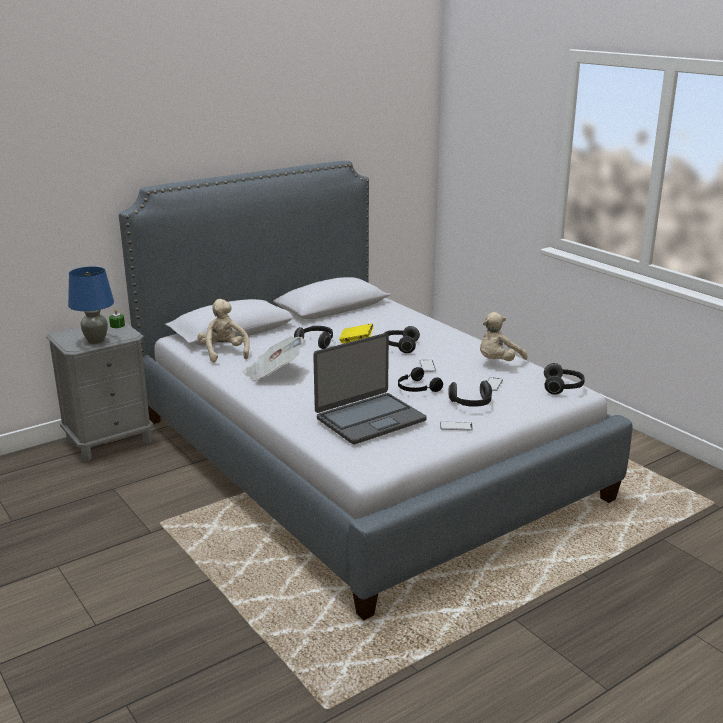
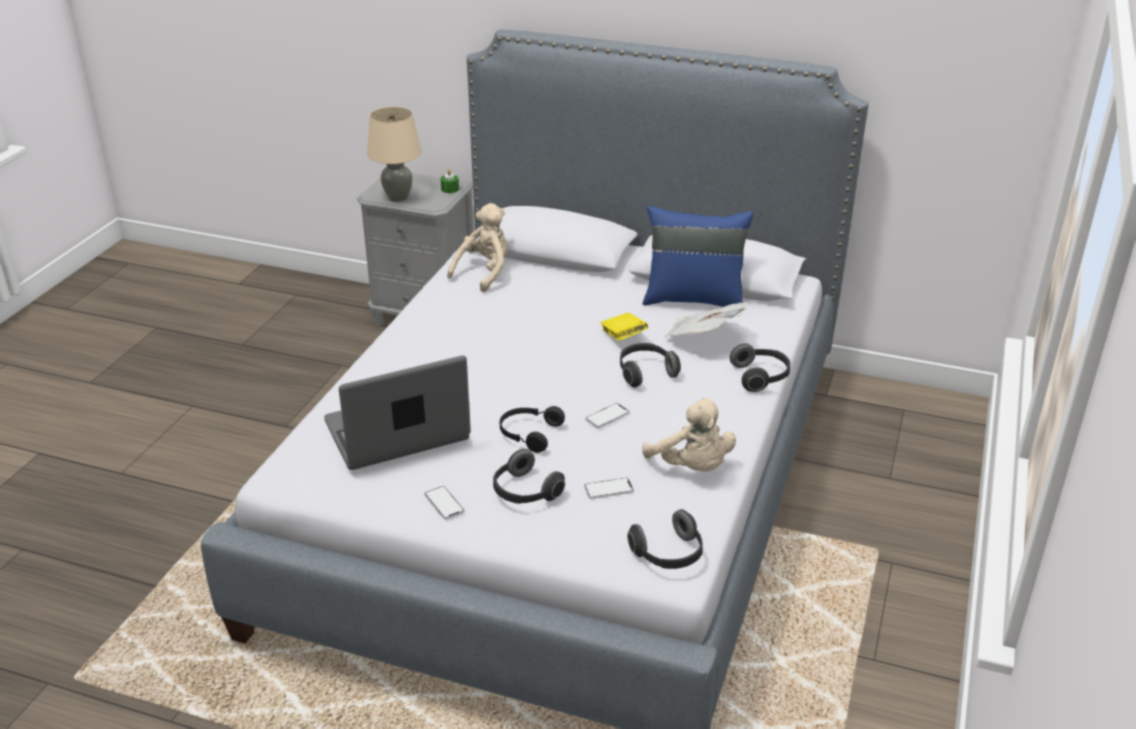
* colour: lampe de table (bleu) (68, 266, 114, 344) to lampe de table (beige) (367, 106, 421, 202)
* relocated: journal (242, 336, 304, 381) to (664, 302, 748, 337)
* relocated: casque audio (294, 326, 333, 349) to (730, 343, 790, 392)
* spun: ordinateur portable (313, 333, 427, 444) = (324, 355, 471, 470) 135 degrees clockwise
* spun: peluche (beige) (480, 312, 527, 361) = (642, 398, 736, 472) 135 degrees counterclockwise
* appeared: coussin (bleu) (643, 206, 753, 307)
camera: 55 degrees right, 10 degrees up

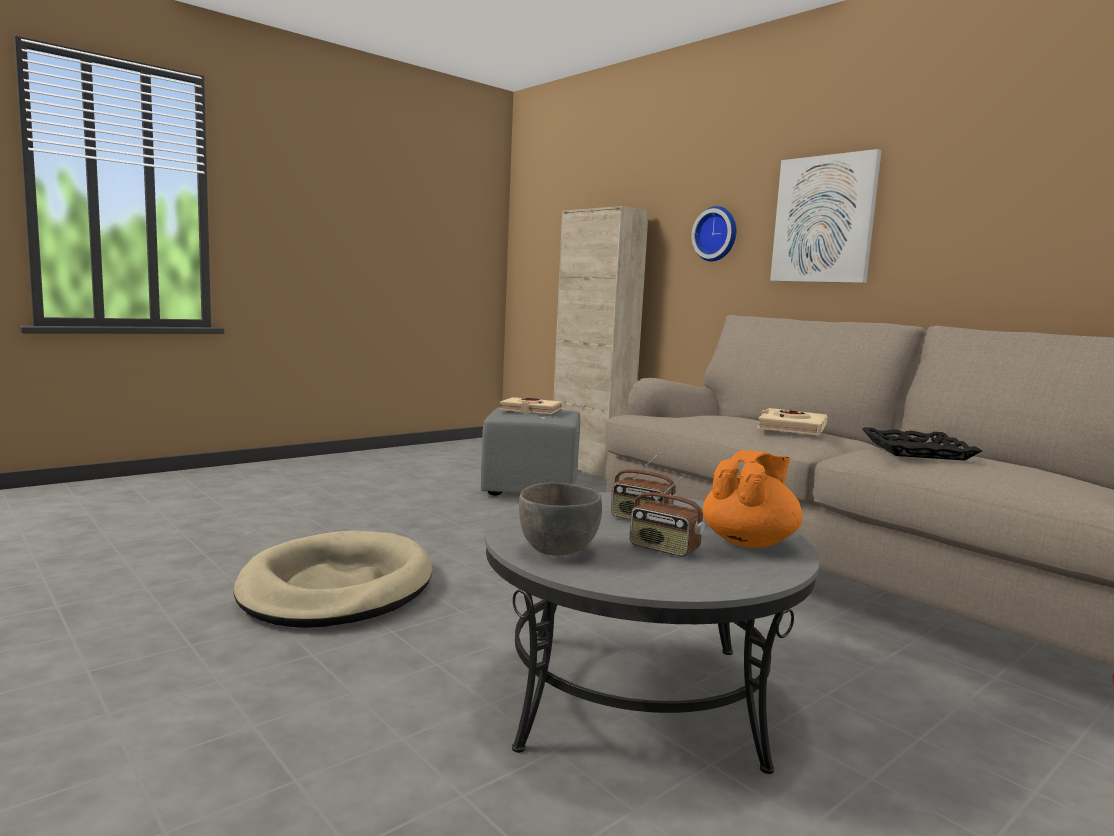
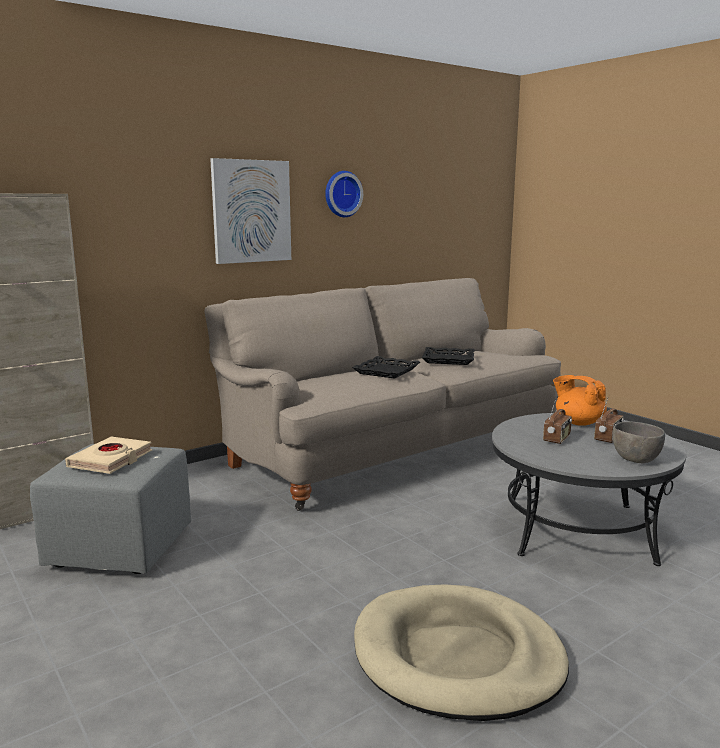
* relocated: horloge murale (691, 206, 736, 261) to (325, 171, 363, 217)
* exchanged: livre (beige) (757, 408, 828, 435) to plateau (noir) (352, 356, 420, 379)
camera: 85 degrees left, 5 degrees up

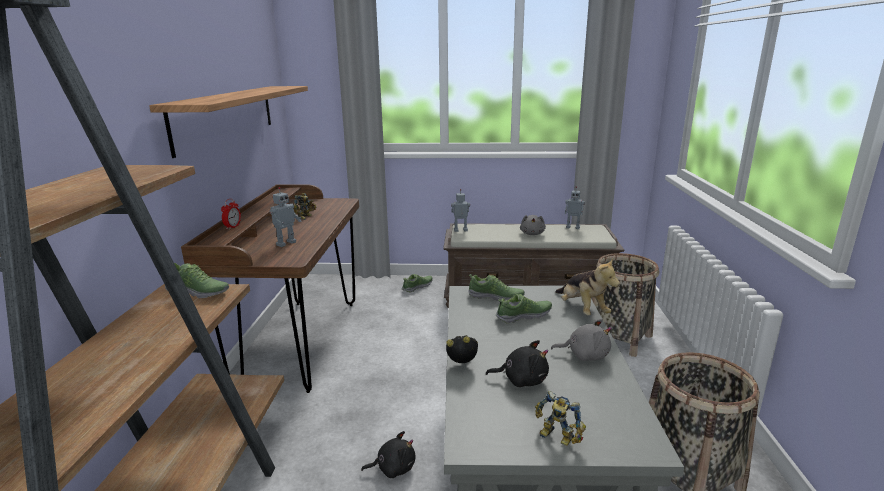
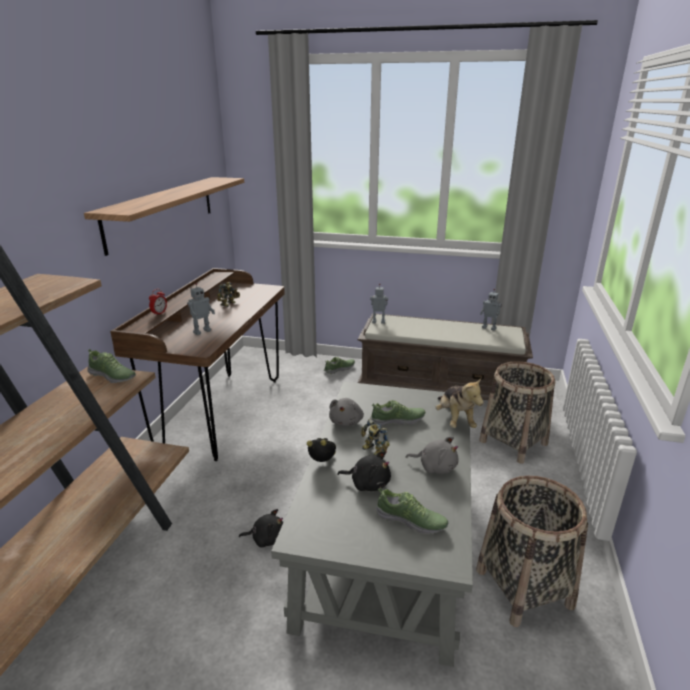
* relocated: chaussure (468, 274, 525, 301) to (376, 487, 448, 534)
* relocated: peluche (gris) (520, 215, 546, 235) to (329, 398, 364, 426)
* relocated: robot jouet (535, 391, 586, 446) to (361, 419, 390, 455)
camera: 10 degrees right, 5 degrees up

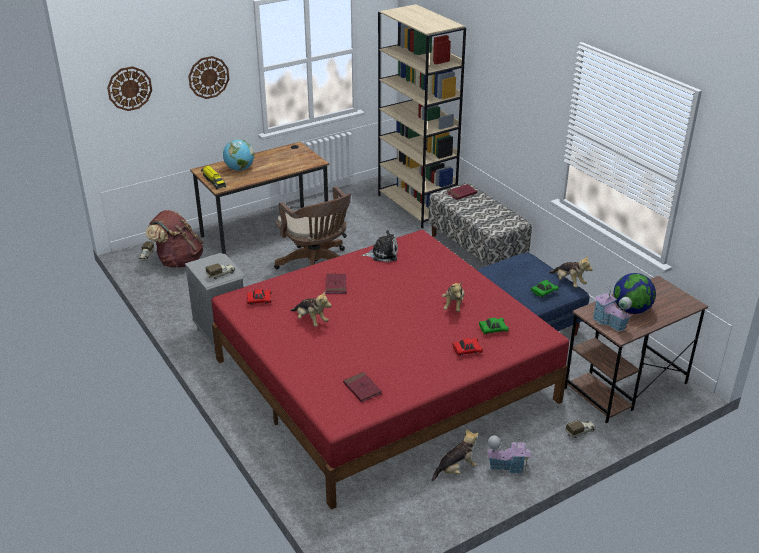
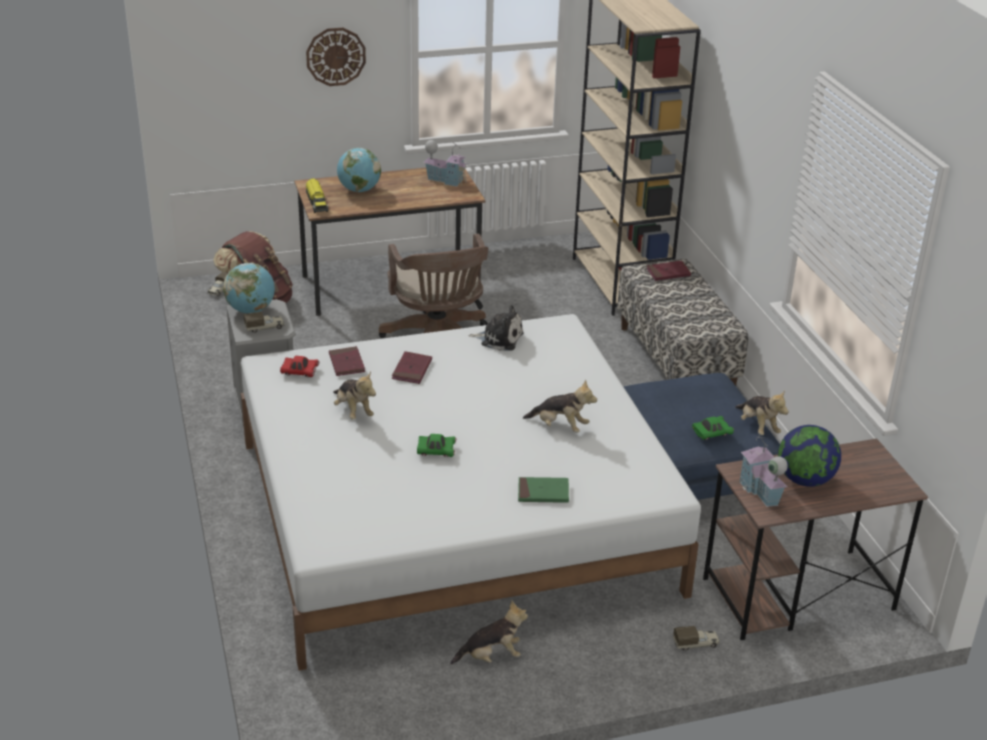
* missing: horloge murale (107, 66, 152, 111)
* colour: lit (rouge) (211, 230, 569, 510) to lit (blanc) (241, 314, 701, 671)
* relocated: livre (rouge) (343, 372, 382, 402) to (329, 346, 365, 376)
* spun: peluche (442, 281, 465, 312) = (523, 380, 597, 433) 90 degrees counterclockwise
* exchanged: petite voiture (rouge) (452, 338, 483, 356) to livre (vert) (518, 477, 569, 503)
* relocated: petite voiture (vert) (479, 318, 509, 334) to (417, 434, 456, 457)
* relocated: maison miniature (487, 435, 531, 474) to (423, 140, 468, 187)
* appeared: globe (223, 263, 275, 313)
camera: 15 degrees right, 0 degrees up

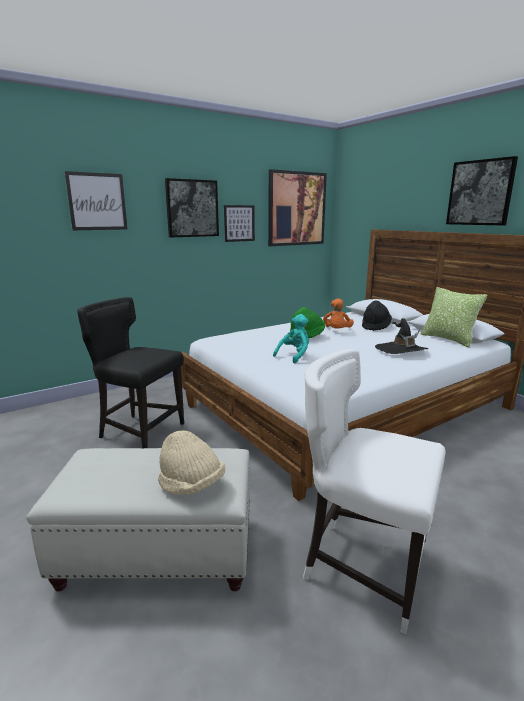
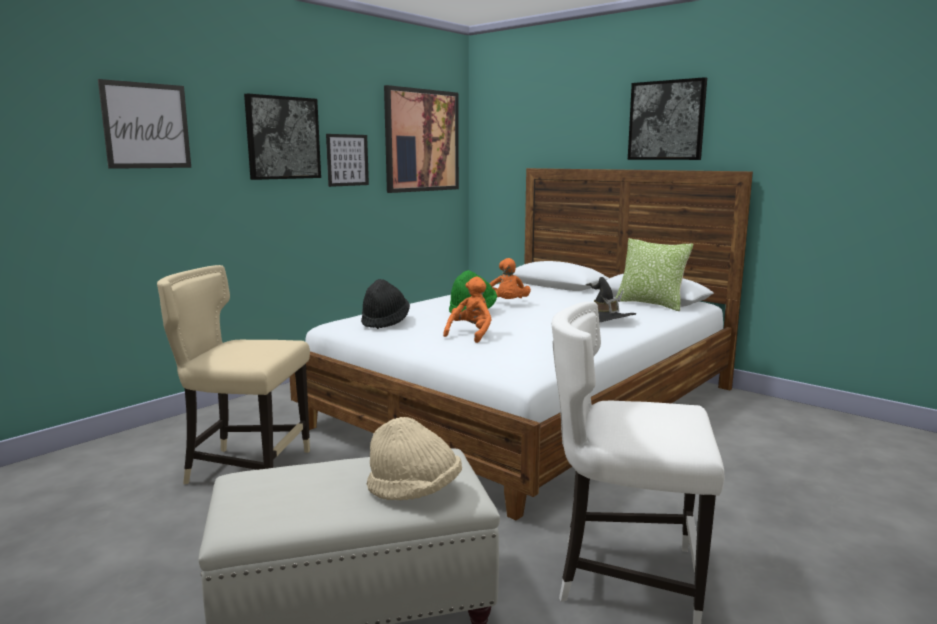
* colour: chaise (noir) (77, 297, 184, 448) to chaise (beige) (157, 265, 310, 484)
* colour: peluche (turquoise) (273, 314, 309, 364) to peluche (orange) (443, 277, 492, 343)
* relocated: chapeau (noir) (362, 300, 392, 331) to (361, 279, 410, 329)
camera: 15 degrees left, 5 degrees down

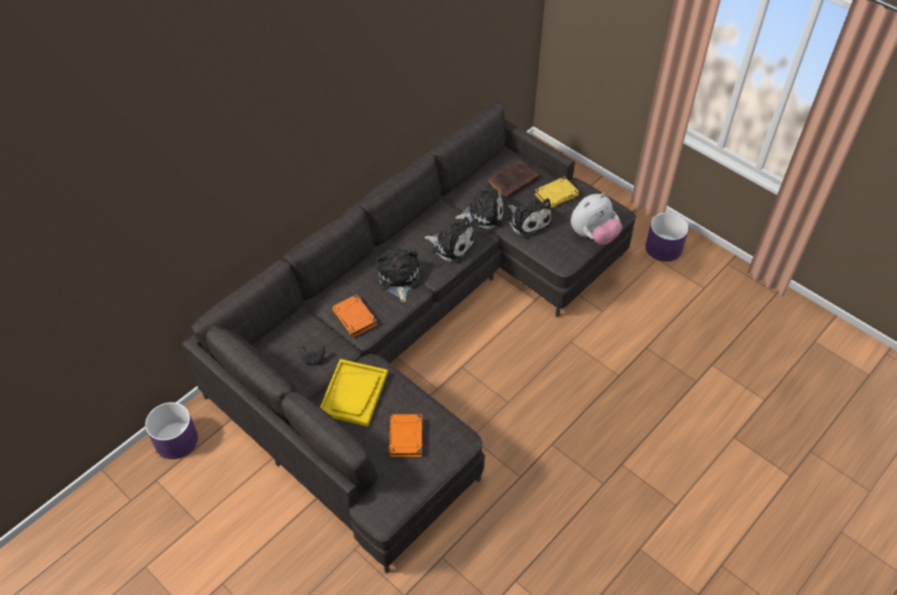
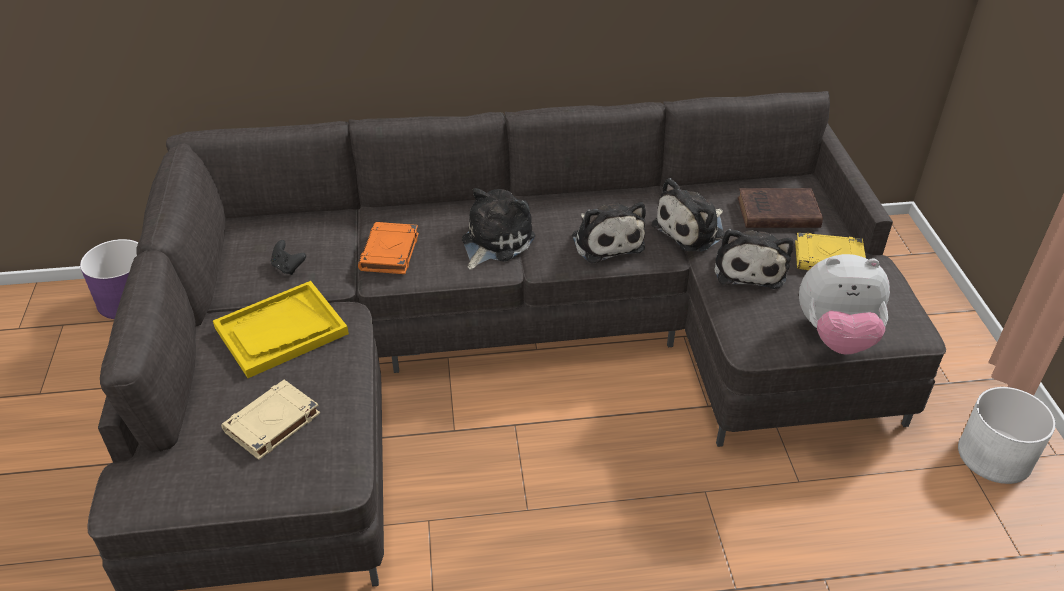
* colour: livre (orange) (389, 414, 423, 457) to livre (beige) (221, 380, 320, 460)
* spun: peluche (455, 183, 503, 229) = (651, 178, 725, 252) 105 degrees clockwise
* colour: cache-pot (violet) (645, 212, 689, 262) to cache-pot (blanc) (958, 387, 1056, 484)
camera: 40 degrees right, 10 degrees down

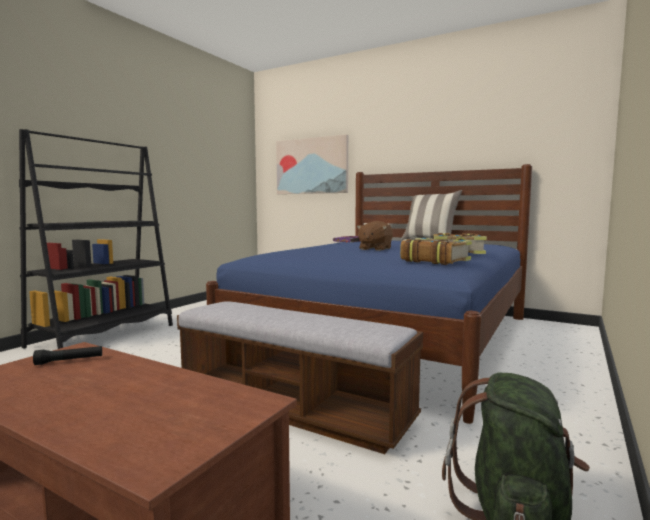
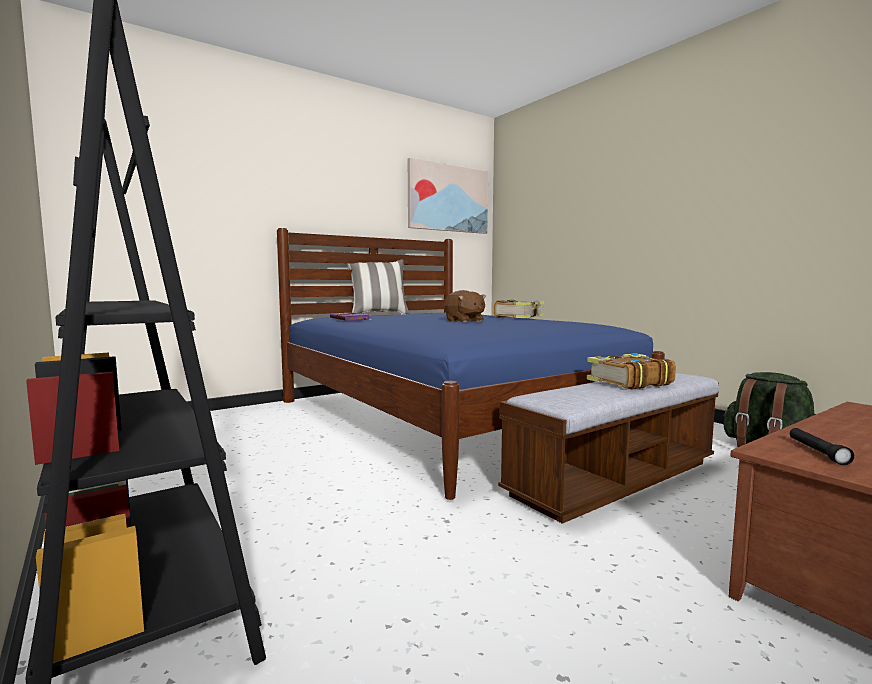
* relocated: tableau (276, 134, 348, 194) to (408, 158, 488, 234)
* relocated: livre (400, 238, 472, 265) to (587, 353, 676, 390)
camera: 65 degrees left, 0 degrees up

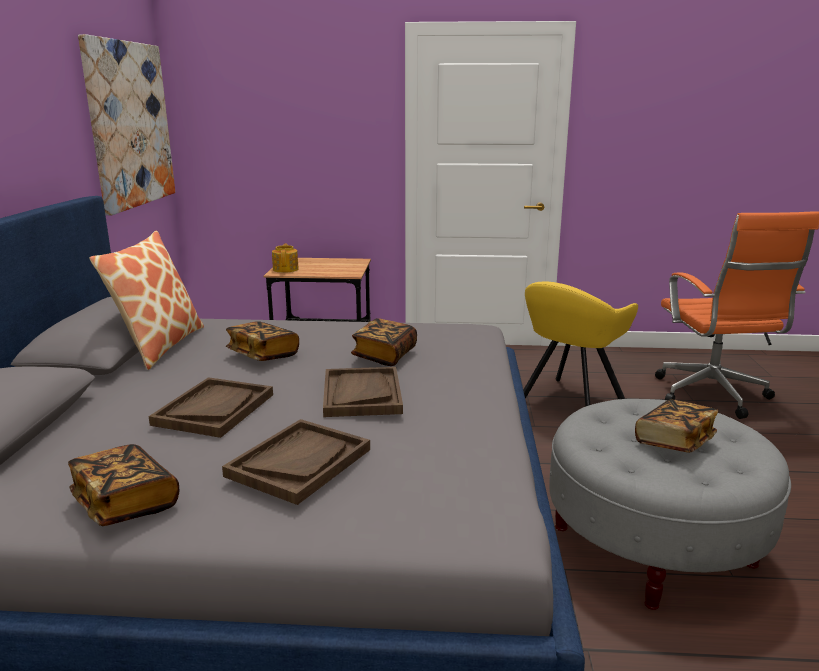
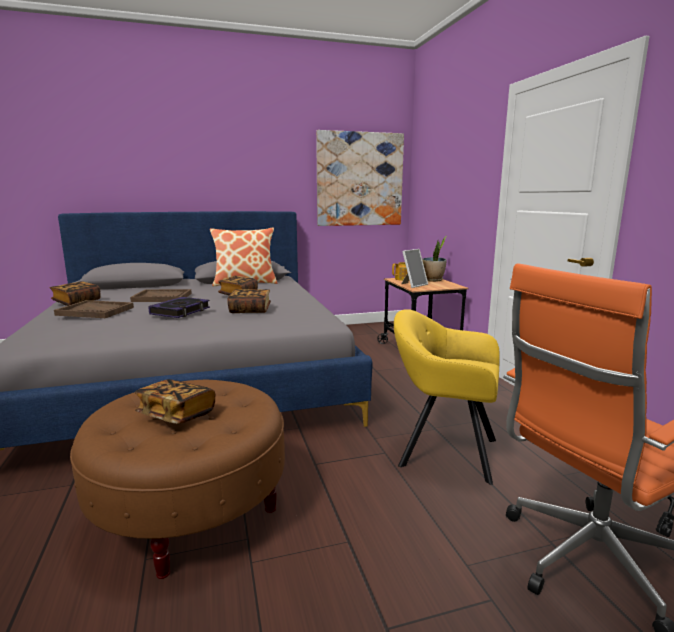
* exchanged: plateau (marron) (323, 367, 403, 417) to livre (149, 297, 210, 318)
* colour: pouf (gris) (549, 399, 791, 610) to pouf (marron) (70, 380, 285, 579)
* appeared: cadre photo (401, 249, 428, 288)
* appeared: plante en pot (422, 236, 447, 282)
camera: 70 degrees right, 5 degrees down

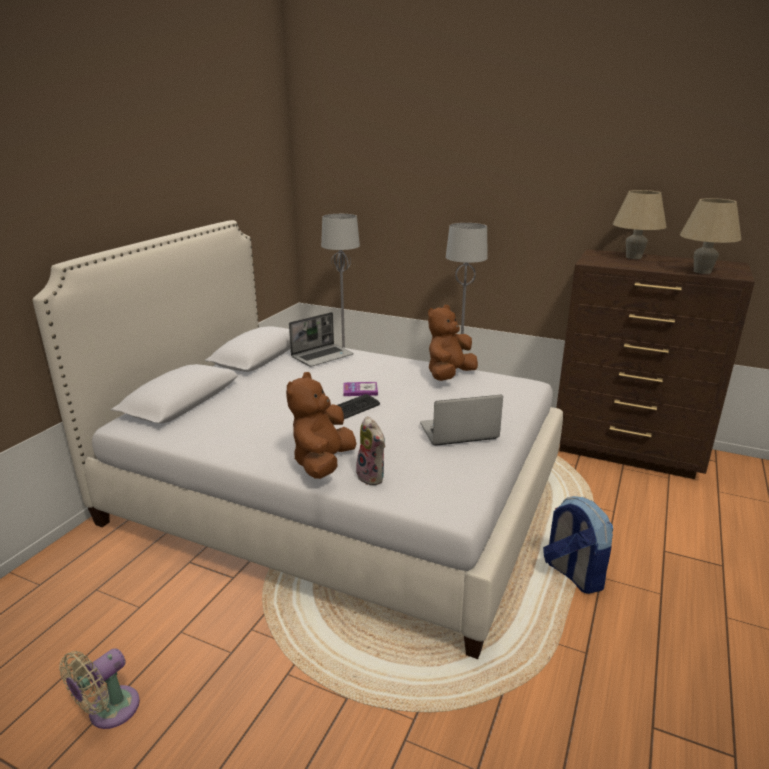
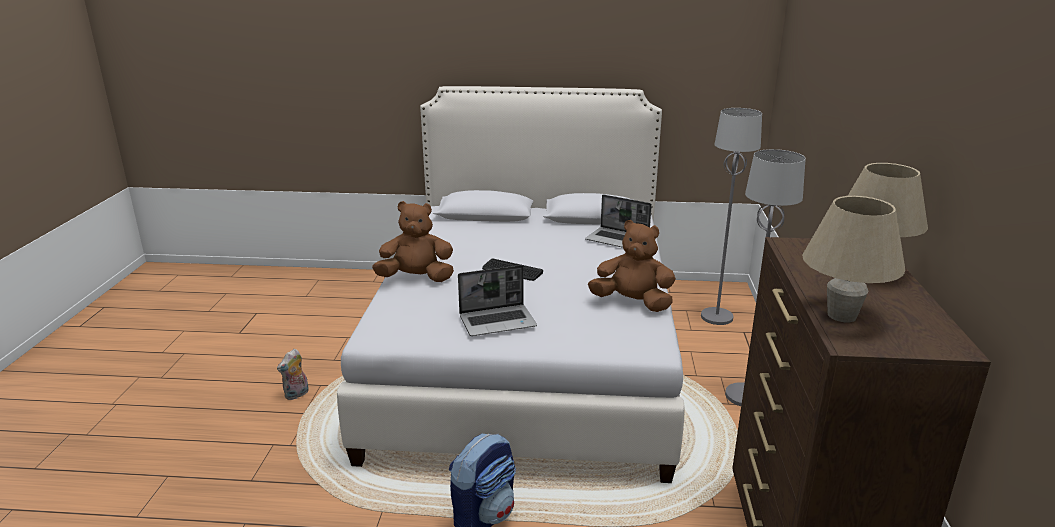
* missing: ventilateur (beige) (59, 648, 140, 729)
* missing: livre (343, 382, 378, 396)
* relocated: peluche (356, 416, 385, 485) to (277, 349, 309, 400)
* spun: ordinateur portable (420, 395, 503, 446) = (458, 265, 537, 336) 105 degrees clockwise
camera: 70 degrees right, 0 degrees up

